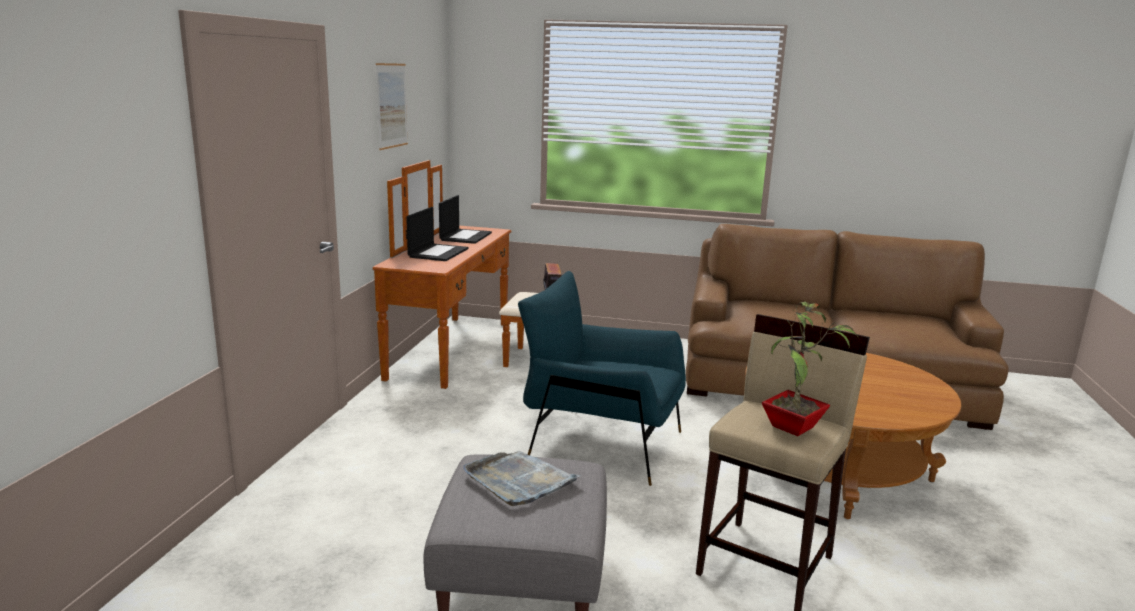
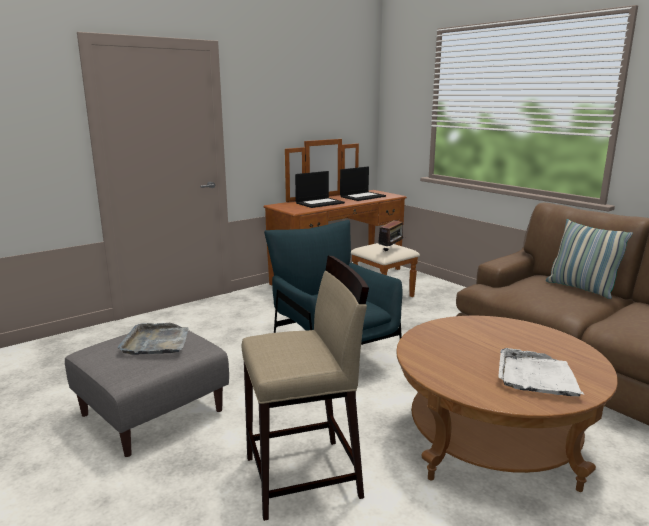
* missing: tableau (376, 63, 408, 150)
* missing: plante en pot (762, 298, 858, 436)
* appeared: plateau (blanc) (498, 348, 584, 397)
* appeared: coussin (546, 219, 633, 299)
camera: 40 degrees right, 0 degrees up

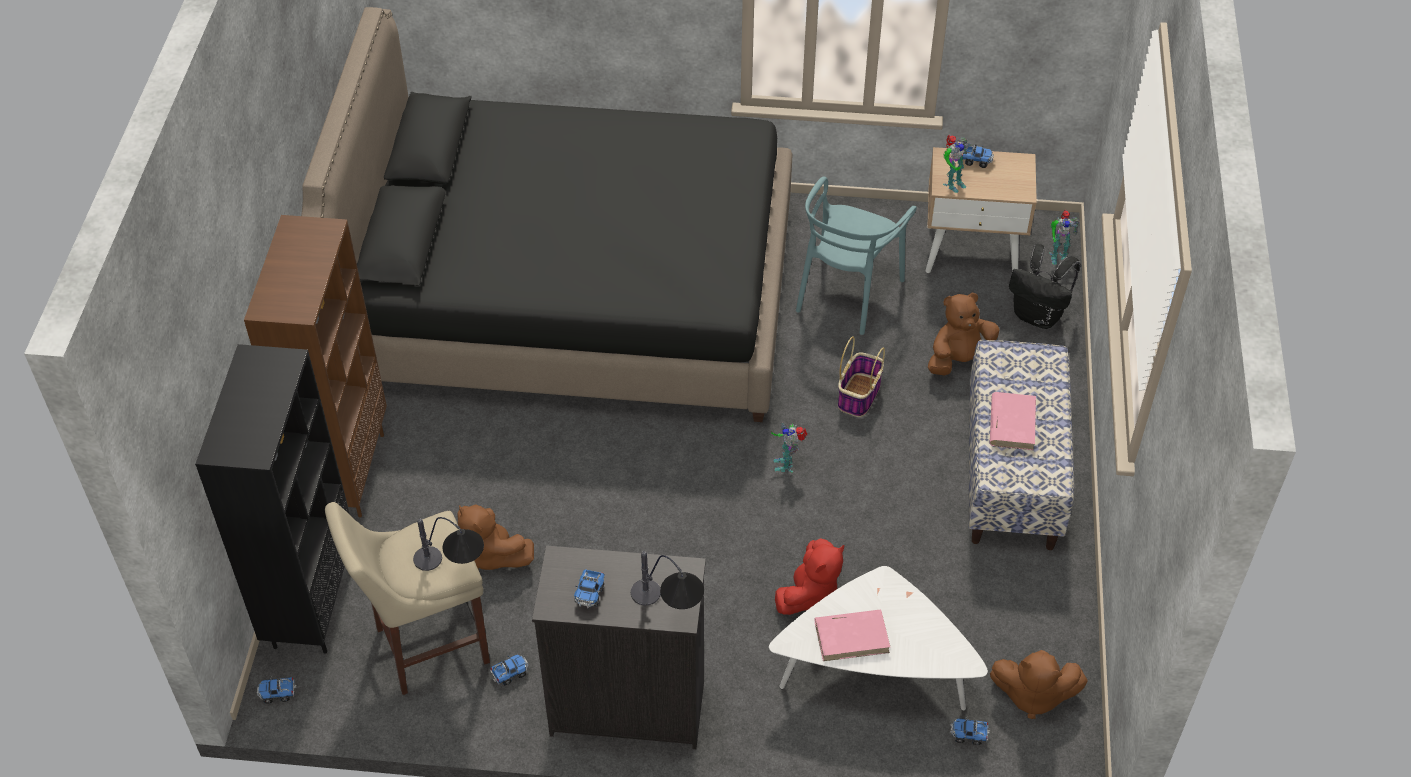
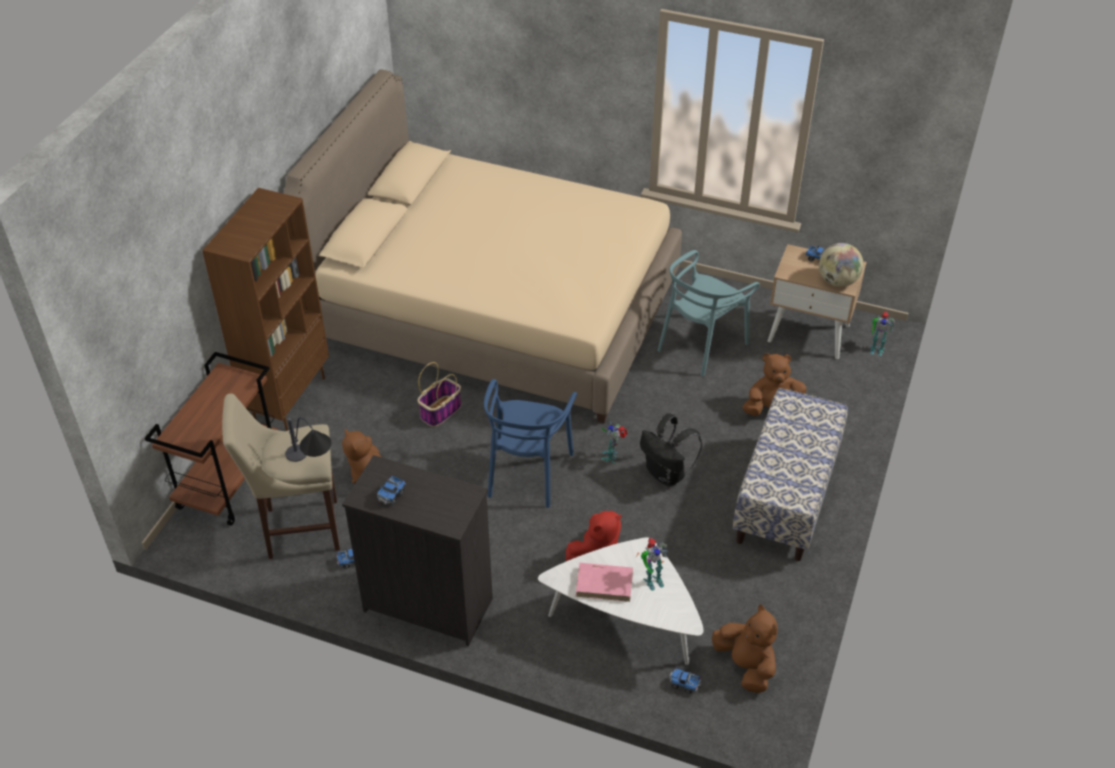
* exchanged: bibliothèque (noir) (195, 344, 350, 654) to chariot (marron) (144, 352, 278, 526)
* missing: camion jouet (257, 676, 296, 704)
* colour: lit (noir) (301, 7, 793, 422) to lit (beige) (283, 69, 682, 423)
* missing: lampe de table (631, 551, 704, 609)
* relocated: panier (838, 336, 885, 417) to (417, 362, 461, 427)
* relocated: robot jouet (943, 135, 971, 193) to (641, 538, 668, 591)
* missing: livre (rose) (990, 392, 1036, 450)
* spun: peluche (marron) (990, 650, 1088, 719) = (712, 604, 778, 693) 150 degrees counterclockwise
* relocated: sac à dos (noir) (1009, 244, 1081, 329) to (640, 413, 702, 487)
* appeared: chaise (bleu) (484, 379, 577, 508)
* appeared: globe (819, 243, 864, 287)
camera: 15 degrees right, 5 degrees down

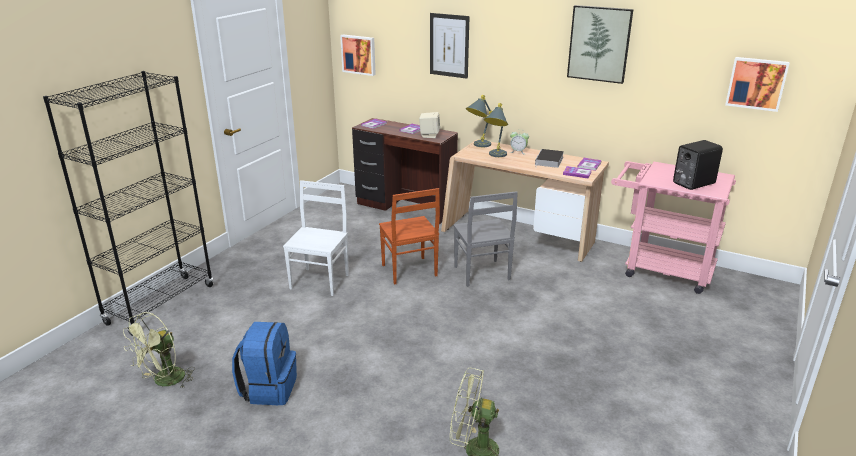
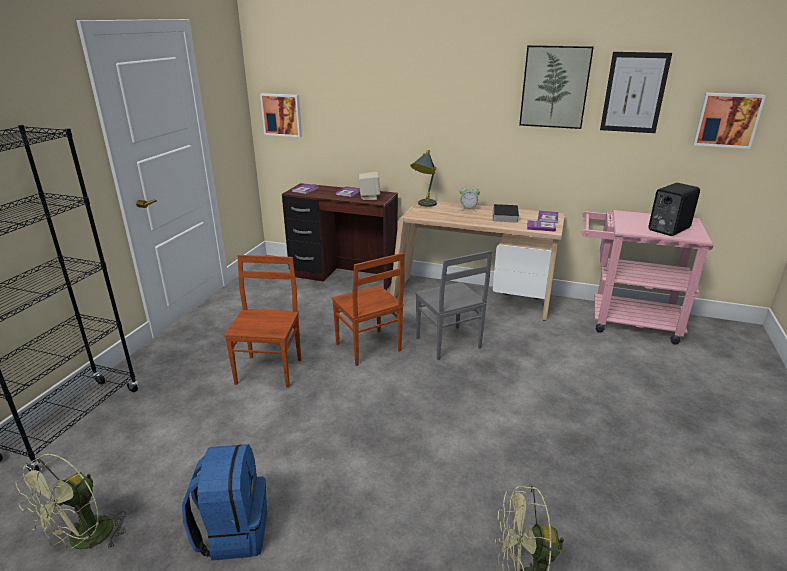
* colour: chaise (blanc) (283, 180, 349, 296) to chaise (marron) (224, 255, 301, 388)
* relocated: tableau (430, 13, 469, 79) to (600, 52, 672, 133)
* missing: lampe de table (gris) (484, 103, 508, 157)
camera: 10 degrees left, 0 degrees up

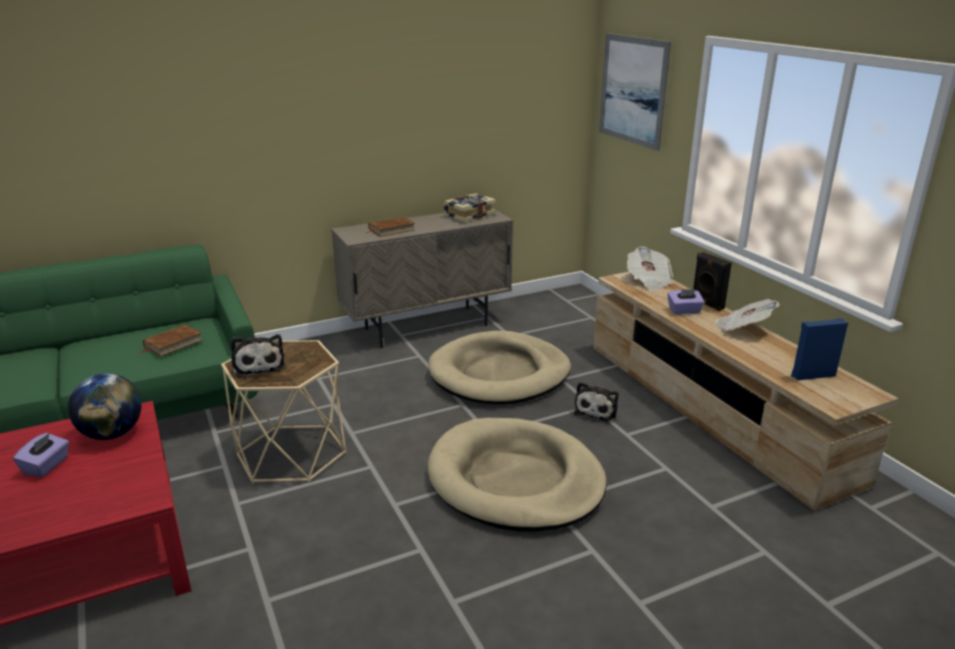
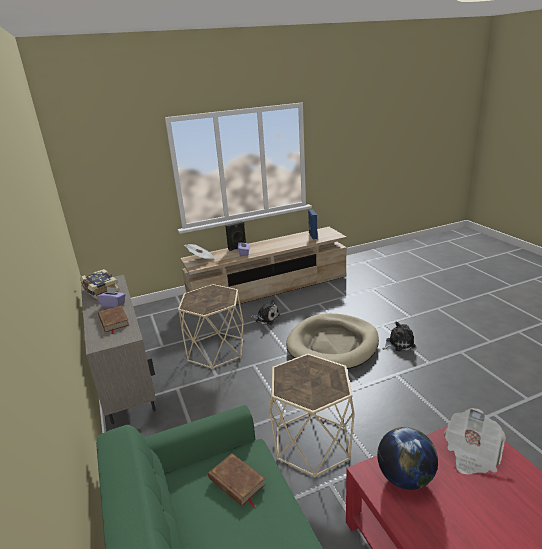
* relocated: boîte à mouchoirs (violet) (13, 433, 69, 477) to (97, 287, 126, 308)
* relocated: peluche (231, 334, 285, 378) to (383, 321, 416, 352)
* exchanged: panier pour chien (beige) (428, 331, 571, 405) to table d'appoint (beige) (178, 284, 244, 370)
* missing: tableau (599, 33, 671, 151)
* relocated: journal (714, 299, 779, 332) to (444, 408, 506, 474)
camera: 85 degrees left, 0 degrees up

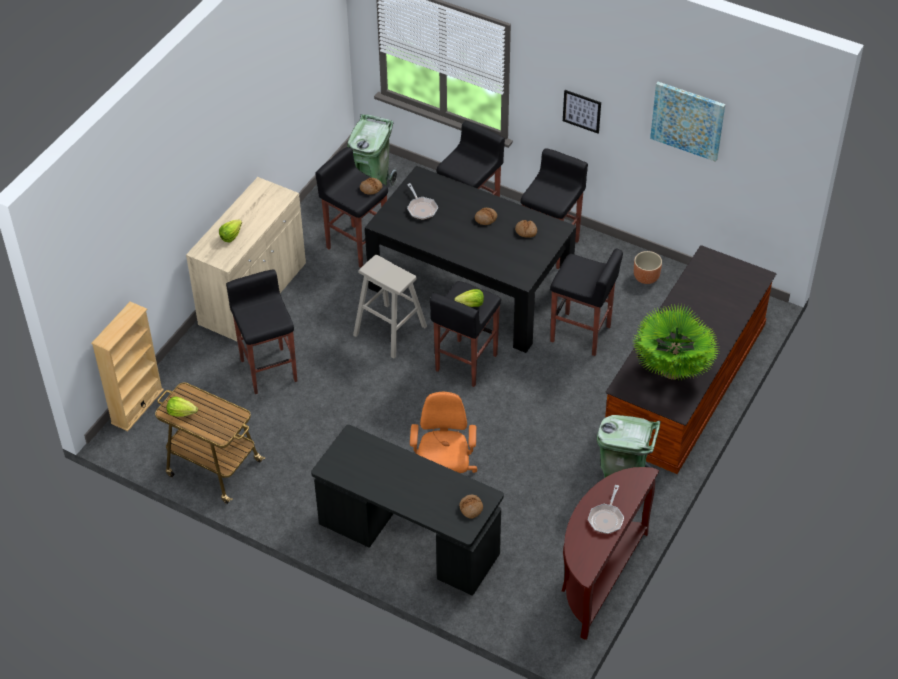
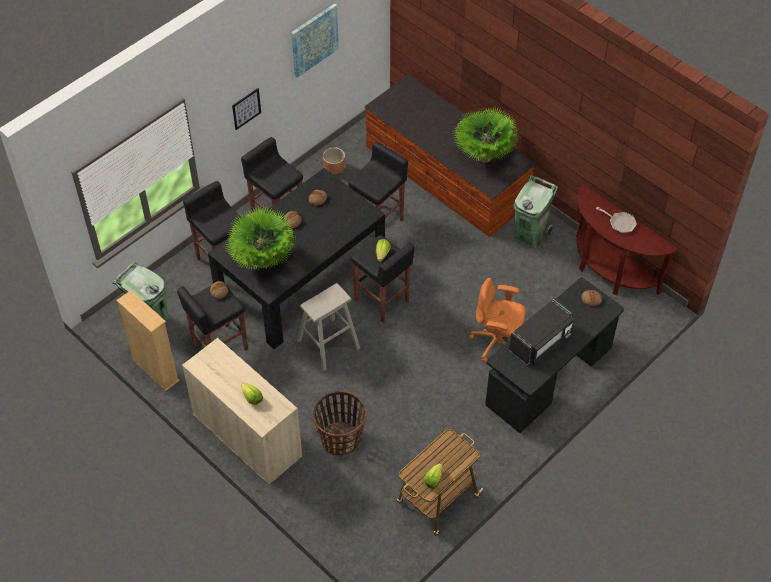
* relocated: bibliothèque (beige) (91, 301, 164, 431) to (117, 290, 180, 391)
* exchanged: tabouret (noir) (226, 270, 297, 394) to panier (313, 391, 367, 456)
* exchanged: poêle (407, 183, 438, 220) to plante en pot (224, 206, 296, 270)
* appeared: micro-ondes (noir) (509, 298, 575, 366)
camera: 75 degrees left, 5 degrees up

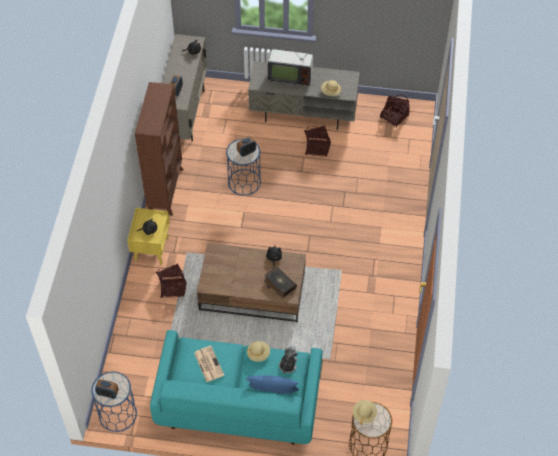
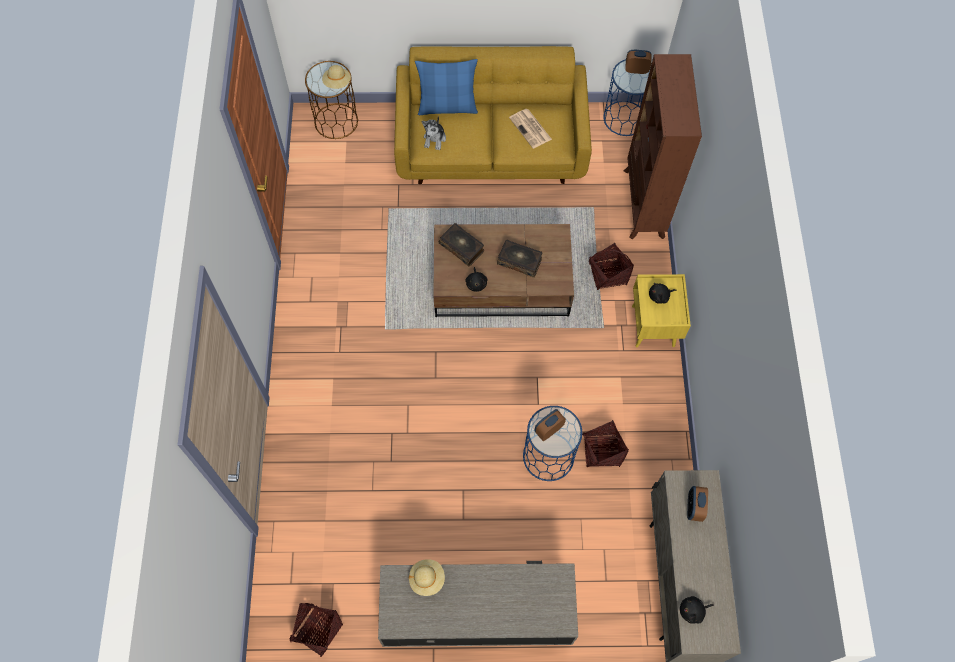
* relocated: bibliothèque (marron) (135, 82, 184, 216) to (624, 54, 702, 239)
* colour: canapé (turquoise) (150, 330, 322, 445) to canapé (jaune) (394, 46, 592, 184)
* missing: chapeau (beige) (247, 341, 270, 362)
* missing: téléviseur (268, 43, 313, 86)
* relocated: panier (304, 126, 331, 157) to (582, 421, 629, 468)
* appeared: livre (497, 240, 543, 277)
camera: 170 degrees right, 10 degrees up

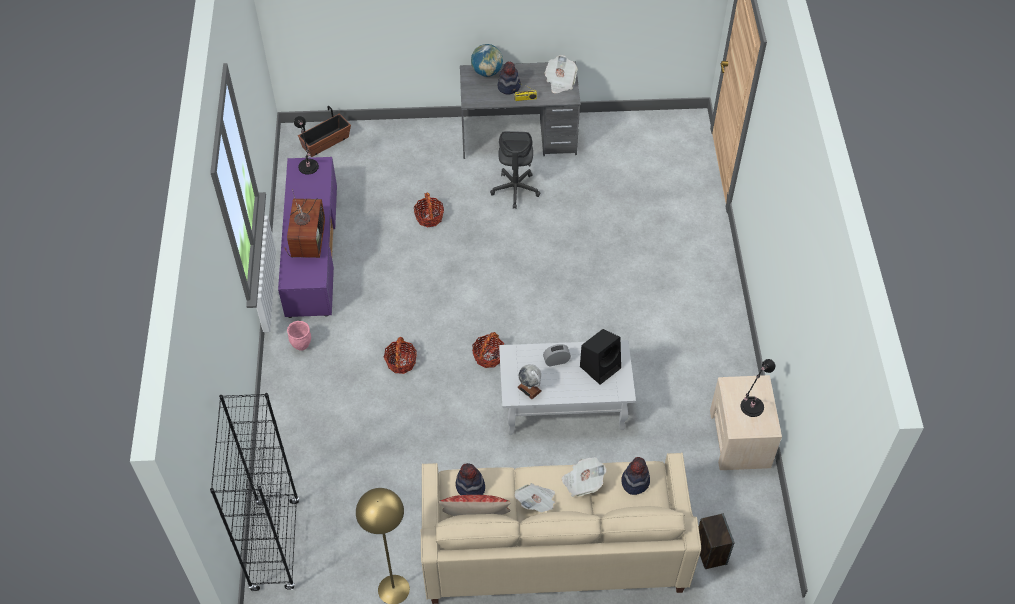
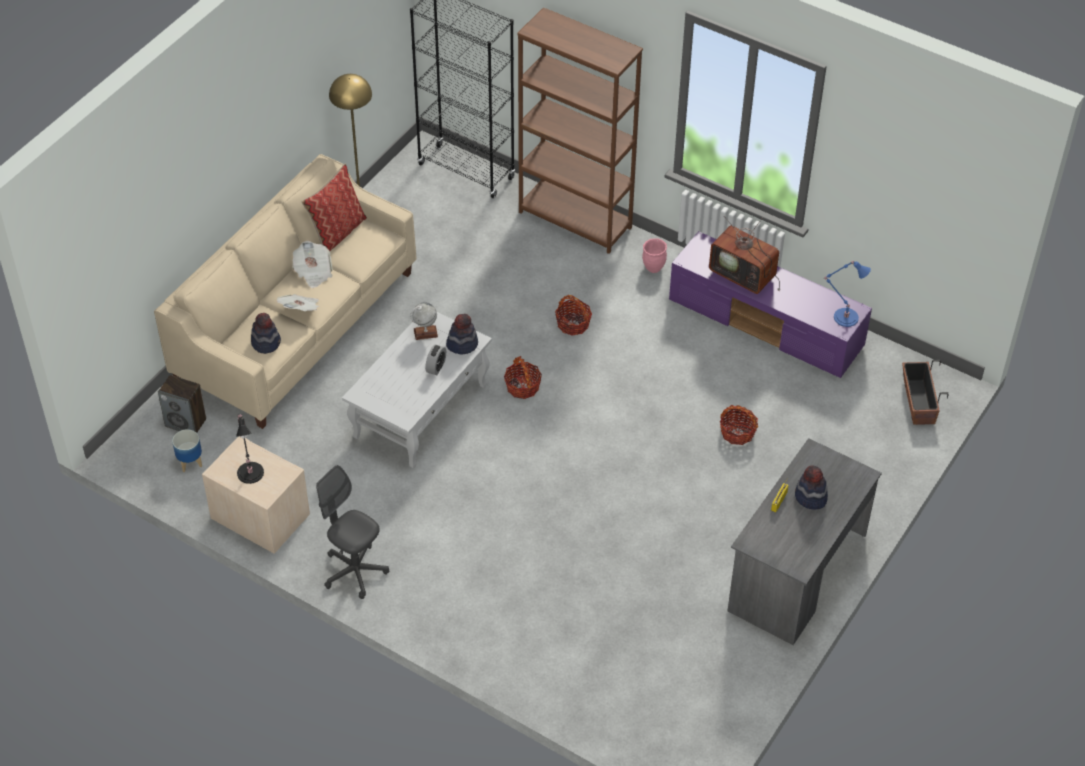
* colour: lampe de table (noir) (294, 116, 319, 175) to lampe de table (bleu) (823, 261, 871, 327)
* relocated: chapeau (455, 463, 485, 495) to (446, 314, 478, 355)
* missing: globe (471, 44, 503, 77)
* relocated: chaise de bureau (gris) (490, 131, 541, 209) to (316, 465, 389, 599)
* missing: journal (544, 55, 578, 94)
* missing: enceinte (noir) (580, 329, 621, 385)
* appeared: cache-pot (172, 429, 202, 472)
* appeared: bibliothèque (marron) (517, 7, 643, 254)
camera: 125 degrees right, 5 degrees down

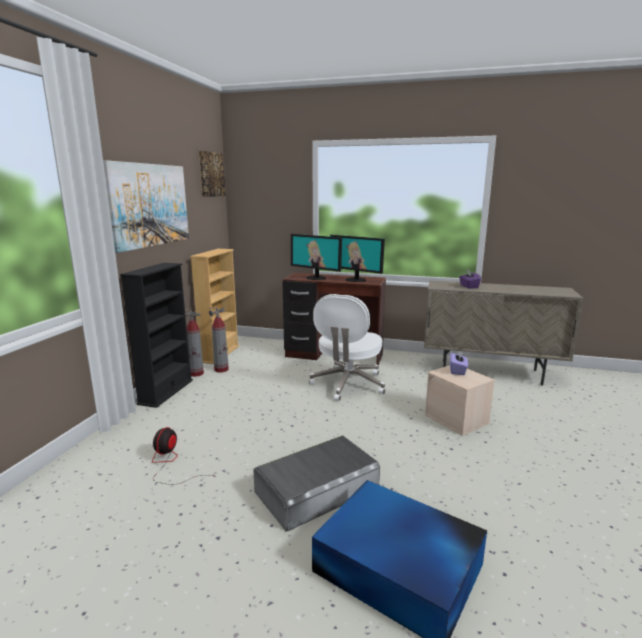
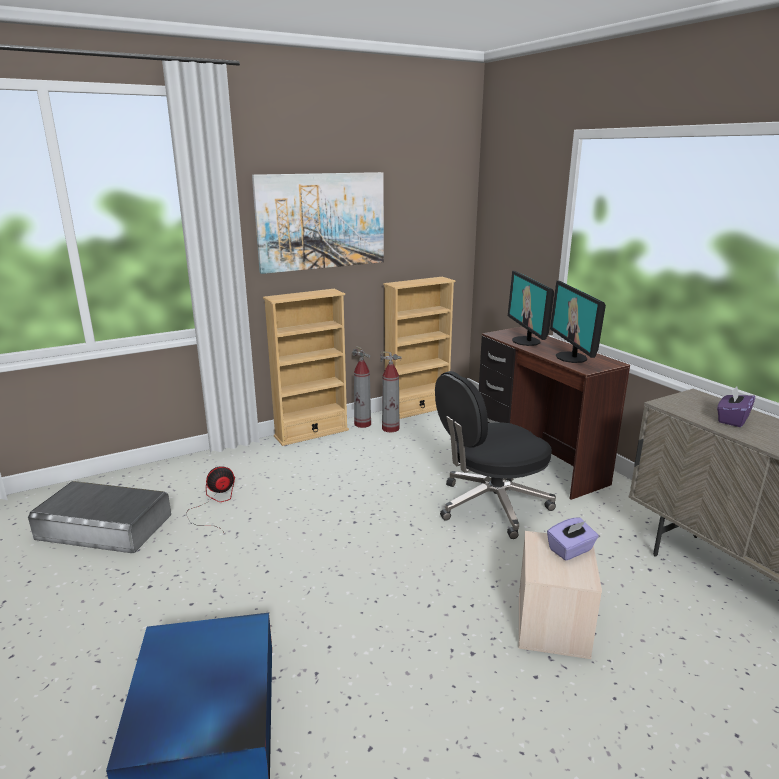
* colour: bibliothèque (noir) (120, 263, 193, 408) to bibliothèque (beige) (263, 289, 349, 446)
* missing: tableau (199, 151, 226, 197)
* relocated: boîte de rangement (gris) (253, 436, 380, 531) to (28, 481, 171, 553)
* colour: chaise de bureau (blanc) (309, 294, 386, 401) to chaise de bureau (noir) (435, 371, 556, 539)
camera: 45 degrees right, 5 degrees up

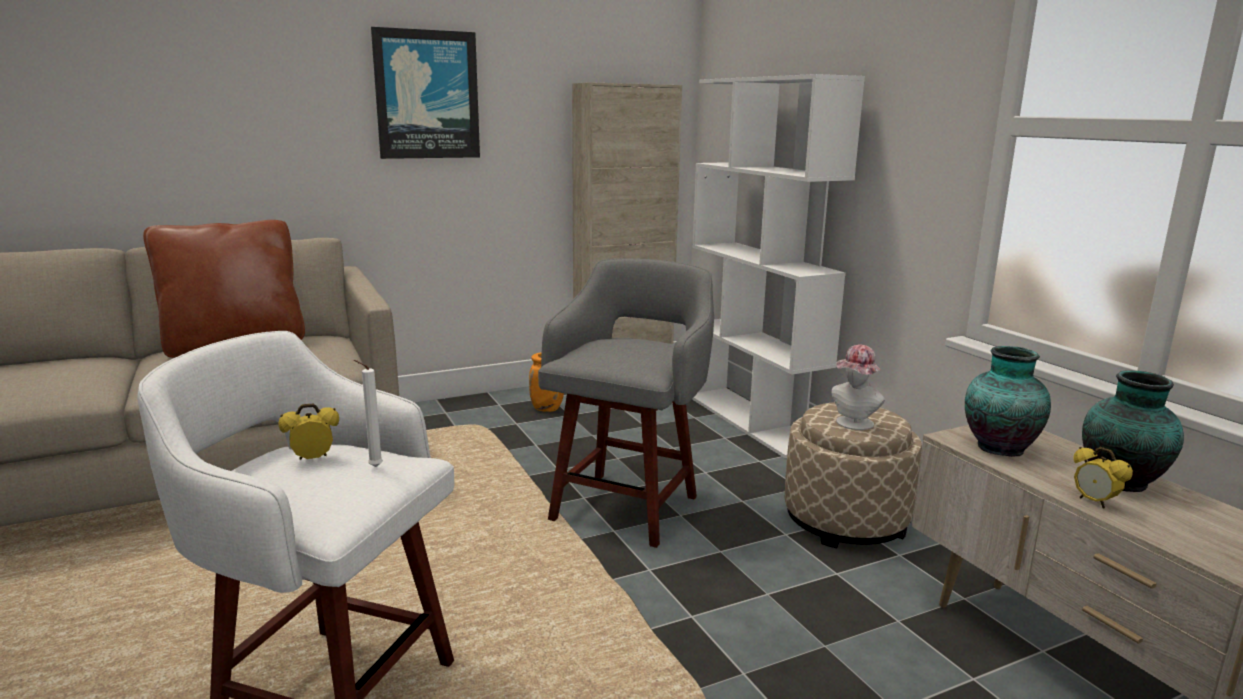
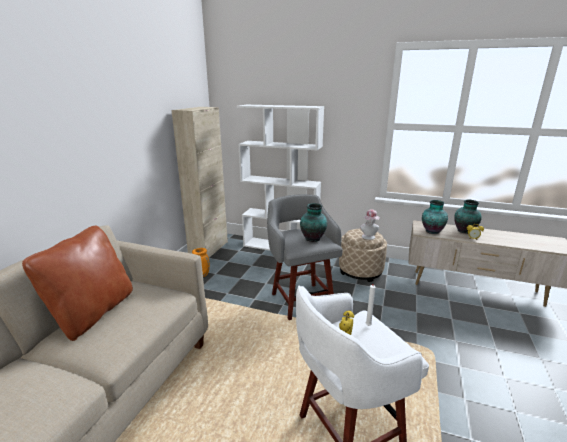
* missing: tableau (371, 27, 480, 159)
* appeared: vase (300, 203, 327, 242)
camera: 45 degrees left, 5 degrees up

